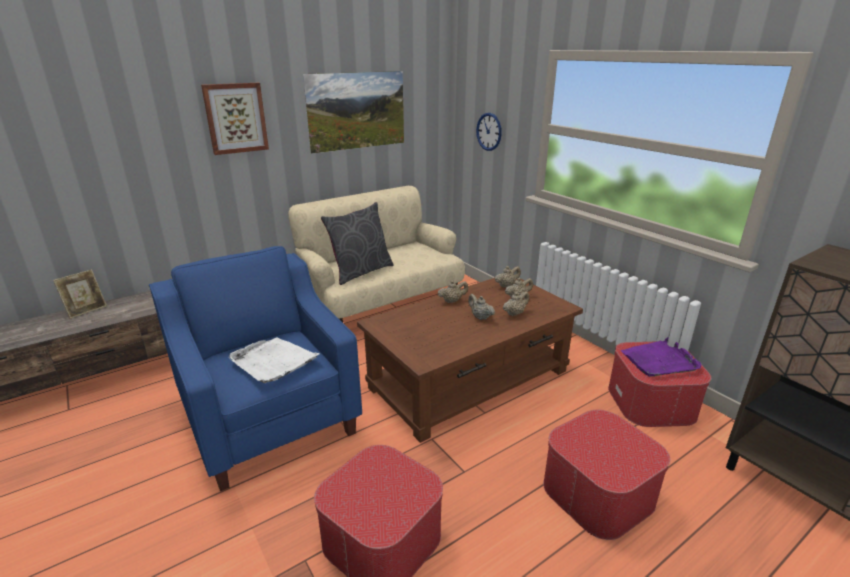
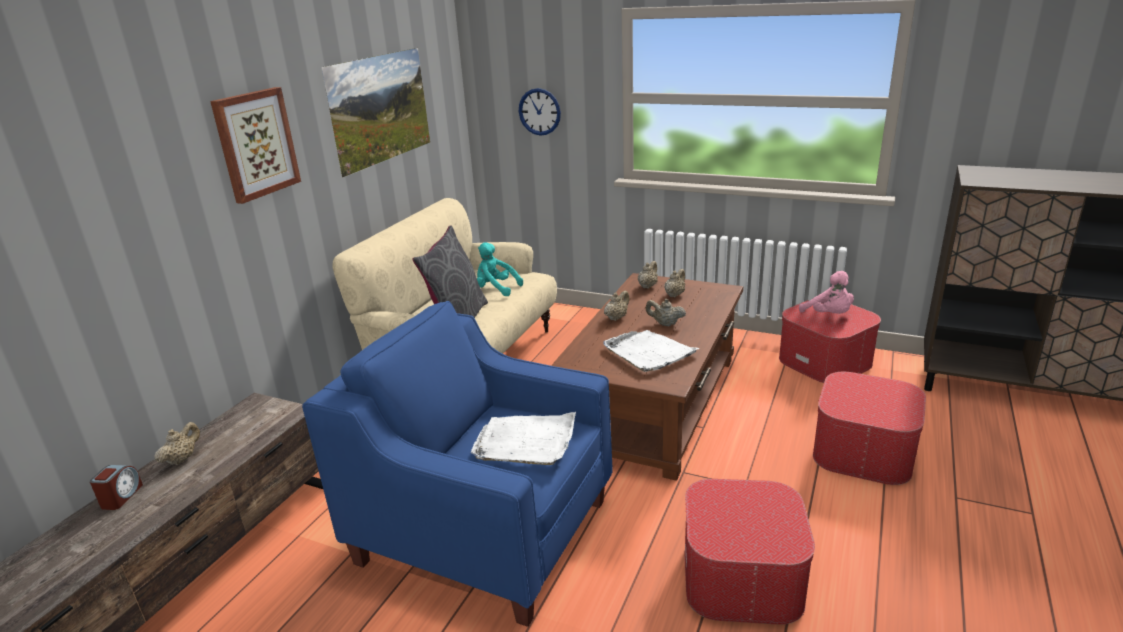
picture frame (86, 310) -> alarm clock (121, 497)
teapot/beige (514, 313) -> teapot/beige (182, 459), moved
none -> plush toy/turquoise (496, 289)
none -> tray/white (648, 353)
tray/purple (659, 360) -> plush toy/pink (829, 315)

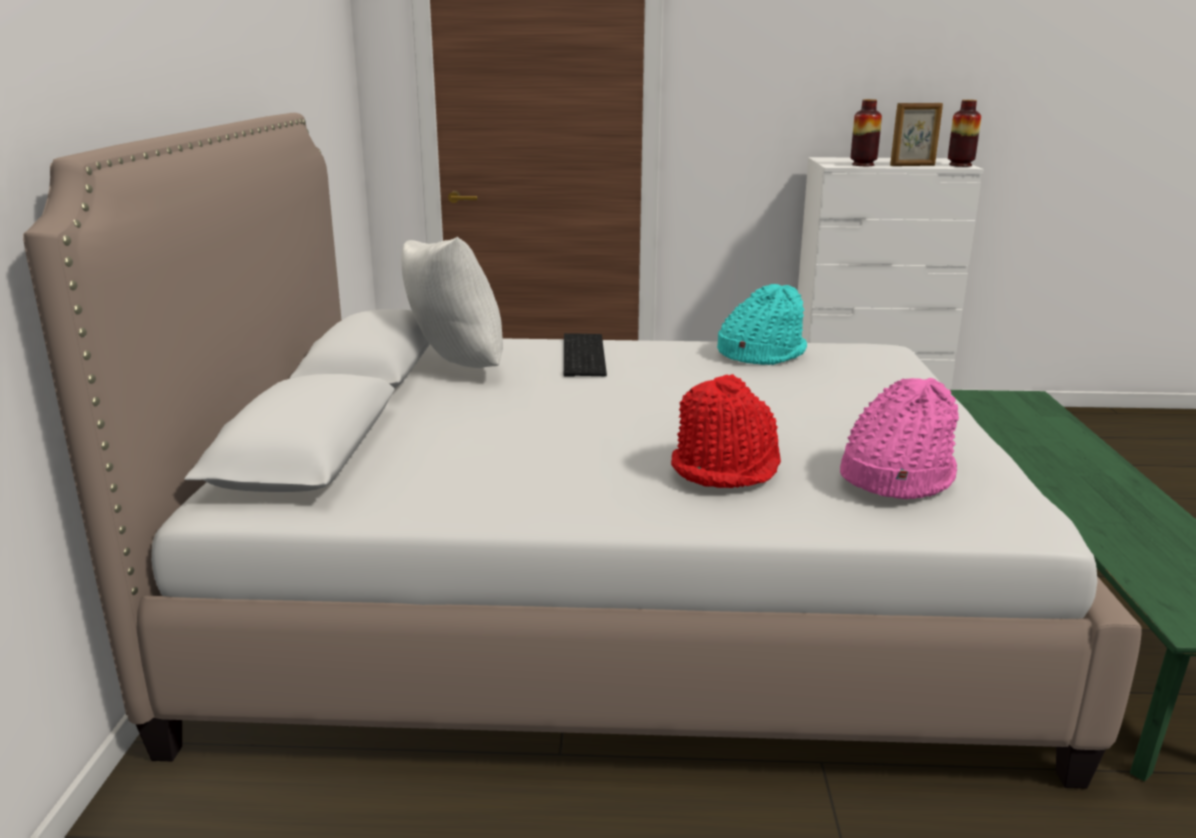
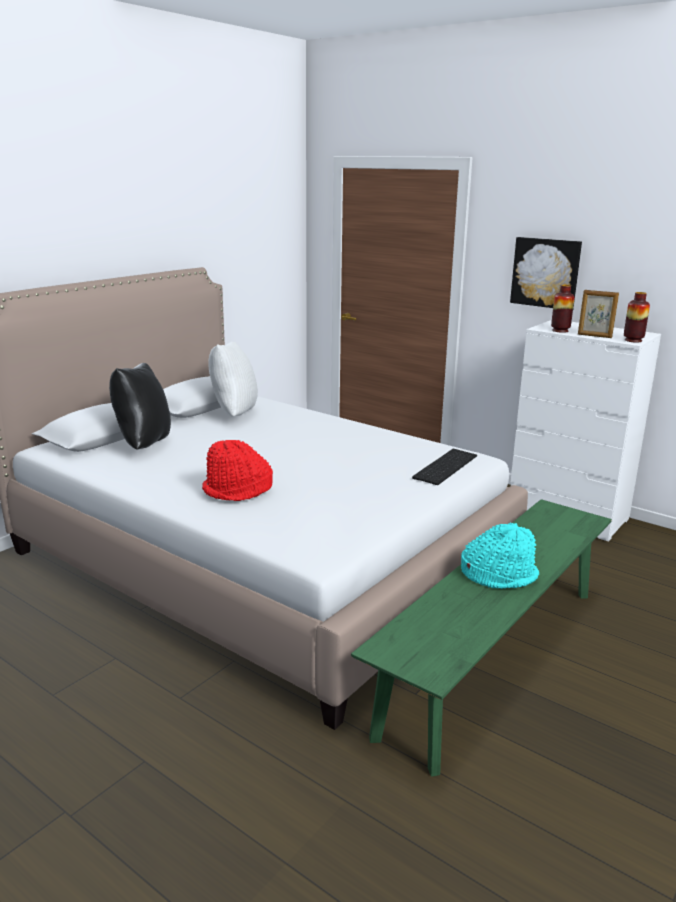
none -> pillow/black (142, 445)
keyboard (581, 354) -> keyboard (444, 466), moved
hat/turquoise (761, 354) -> hat/turquoise (499, 574), moved
none -> picture (546, 272)
hat/pink (895, 476) -> none

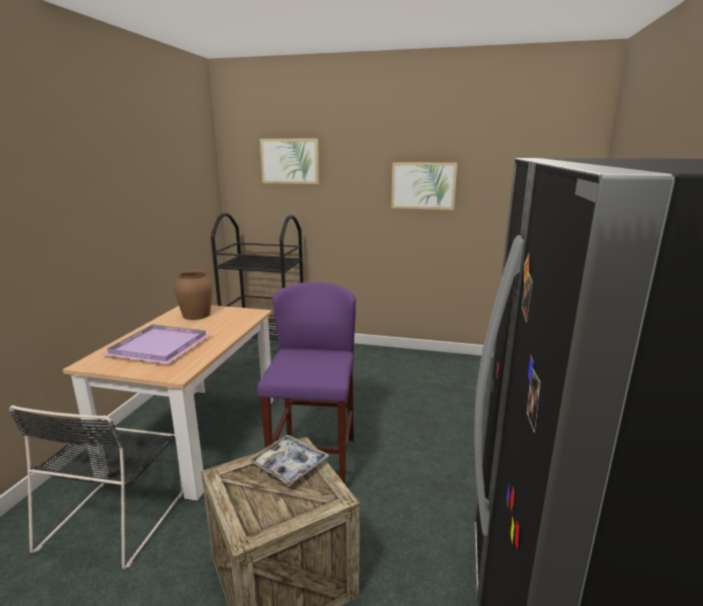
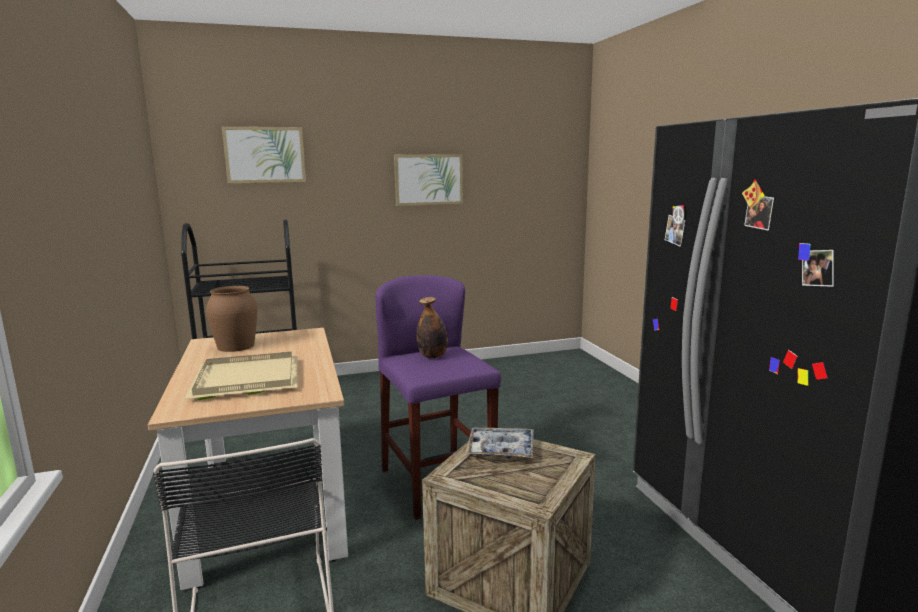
tray/purple (157, 347) -> tray/beige (244, 380)
none -> bottle (432, 356)

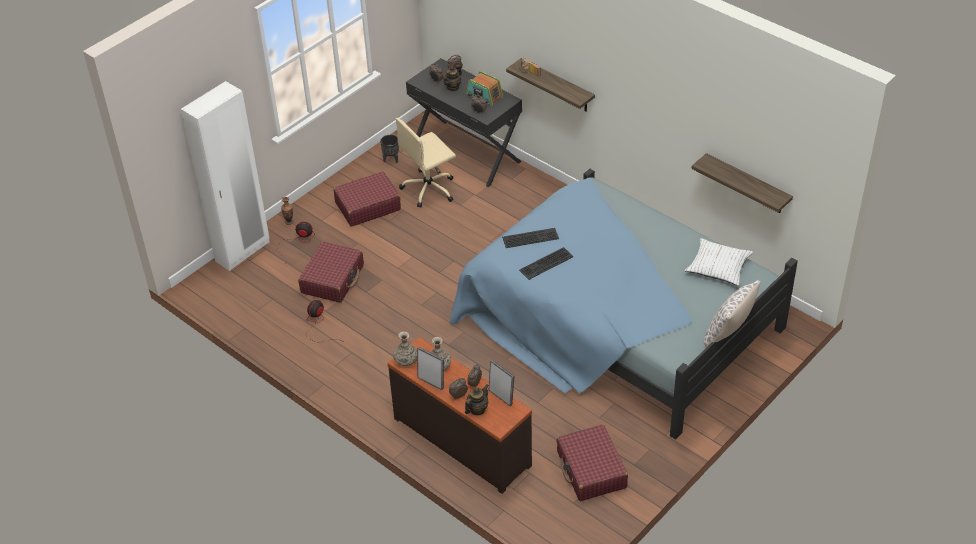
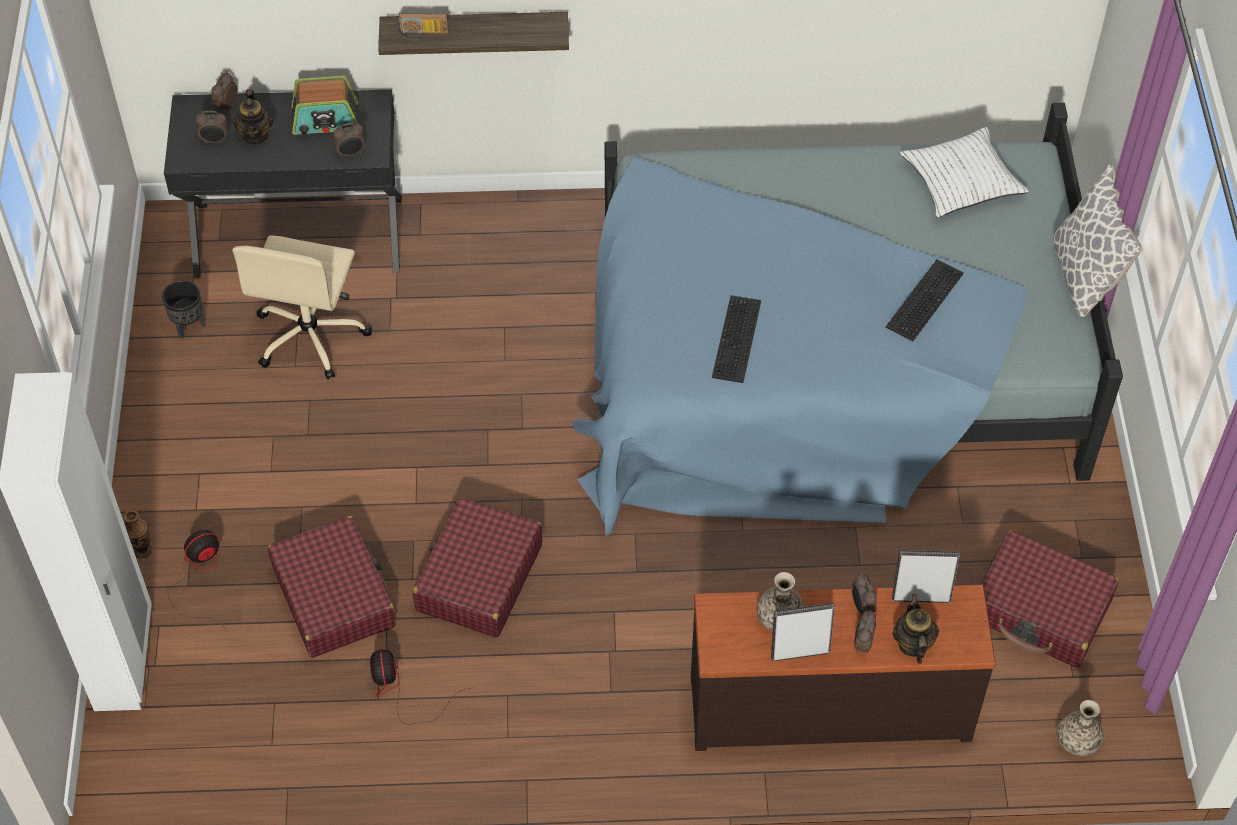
suitcase/red (367, 206) -> suitcase/red (478, 578), moved
keyboard (530, 237) -> keyboard (923, 298), moved
vase (406, 360) -> vase (1077, 740), moved
shelf (747, 184) -> none

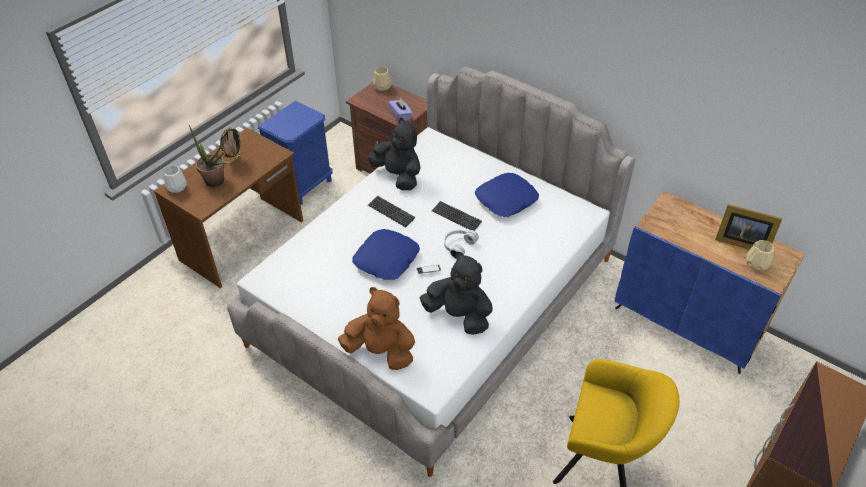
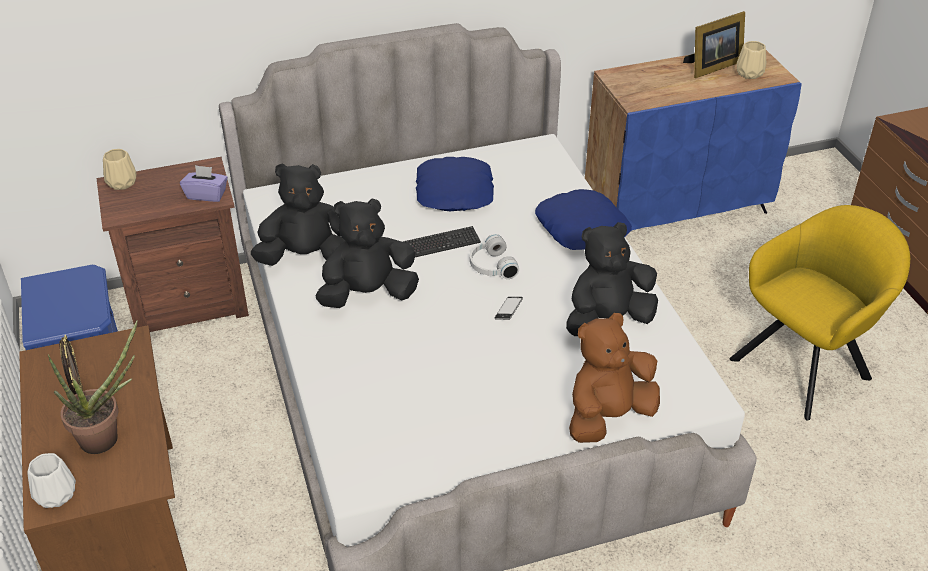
keyboard (391, 212) -> plush toy/black (368, 294)
pillow/blue (387, 259) -> pillow/blue (582, 228), moved

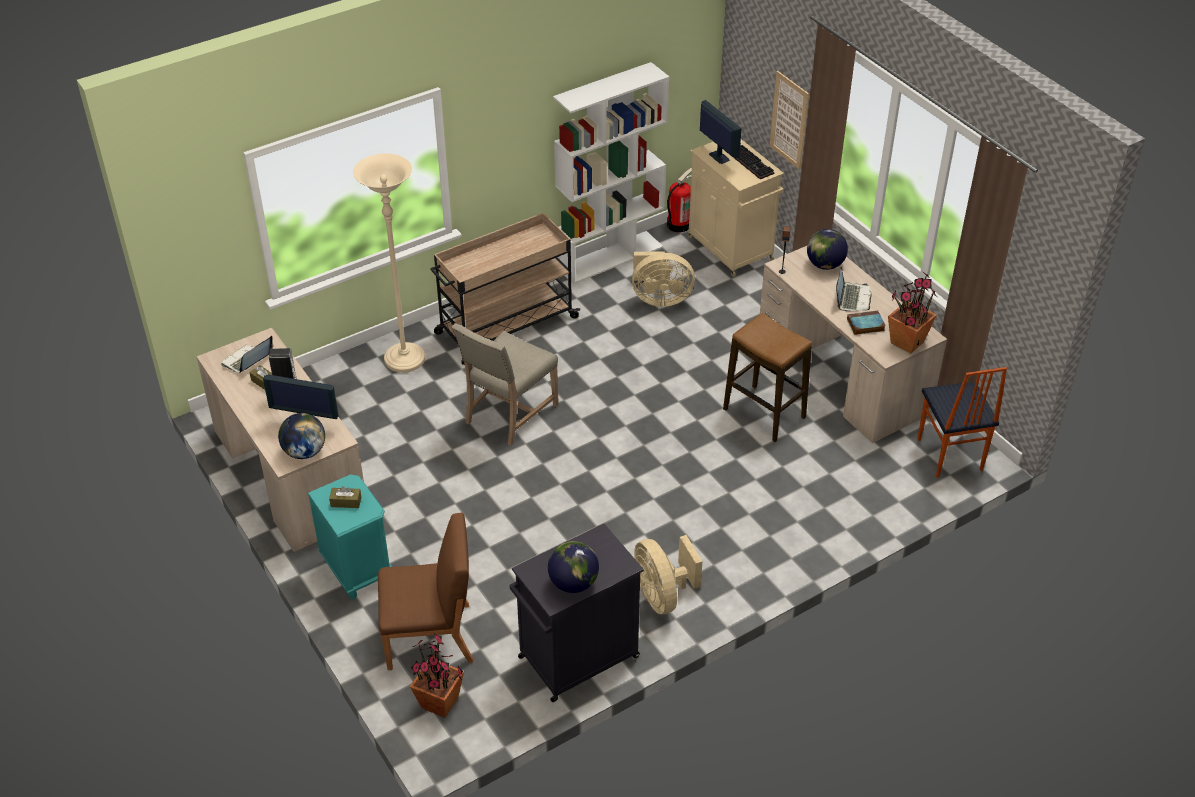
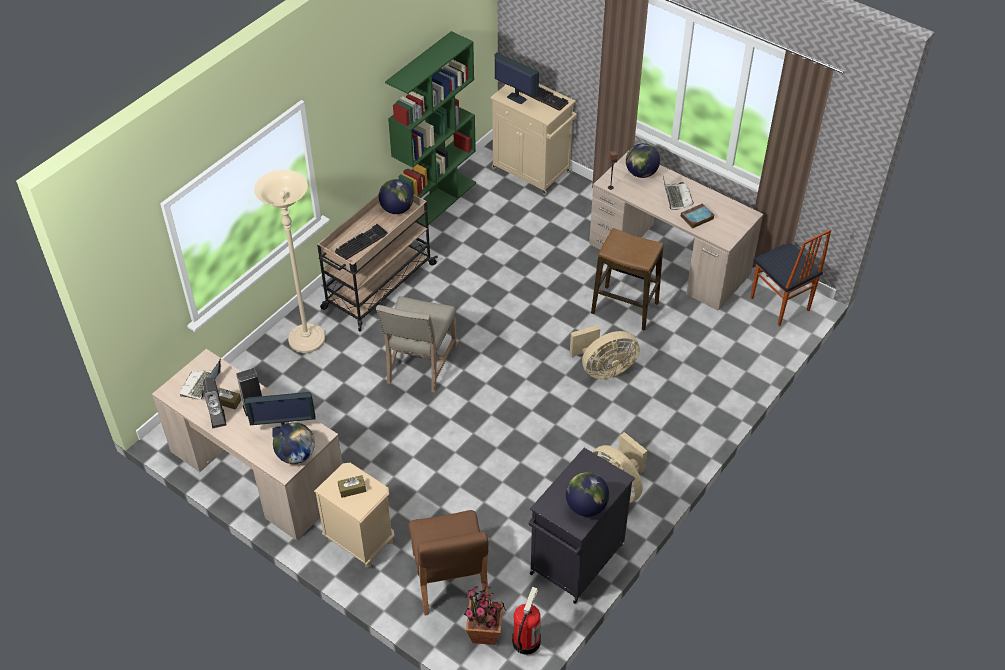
none -> speaker (218, 418)
nightstand/turquoise (357, 570) -> nightstand/beige (360, 540)
none -> keyboard (361, 242)
none -> globe (397, 209)
bookcase/white (610, 257) -> bookcase/green (437, 202)
chair/brown (430, 636) -> chair/brown (449, 579), 105 degrees clockwise
fire extinguisher (678, 224) -> fire extinguisher (526, 641), moved
fan/beige (659, 298) -> fan/beige (603, 369), moved
picture (789, 120) -> none
potted plant (906, 342) -> none

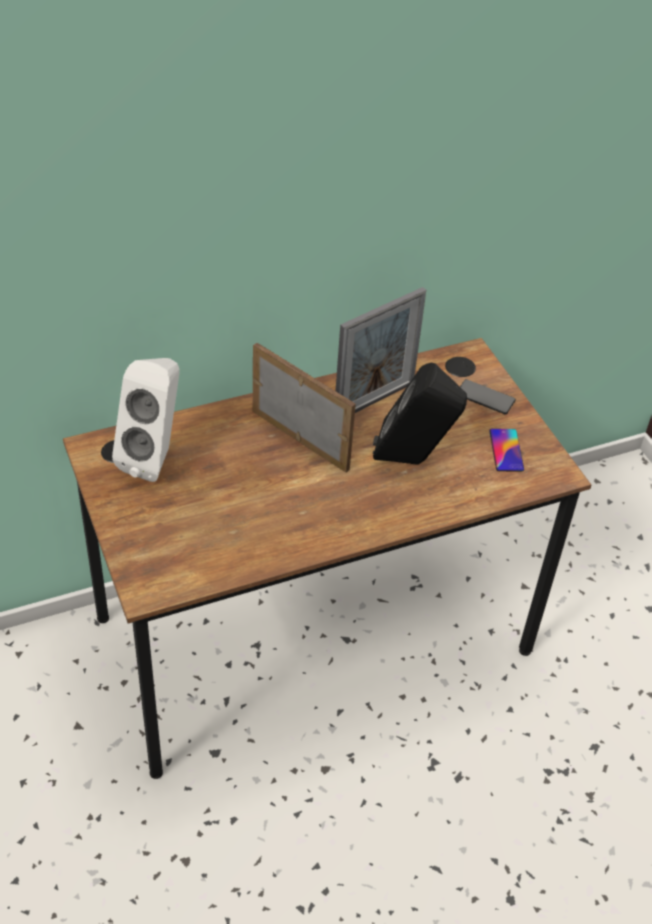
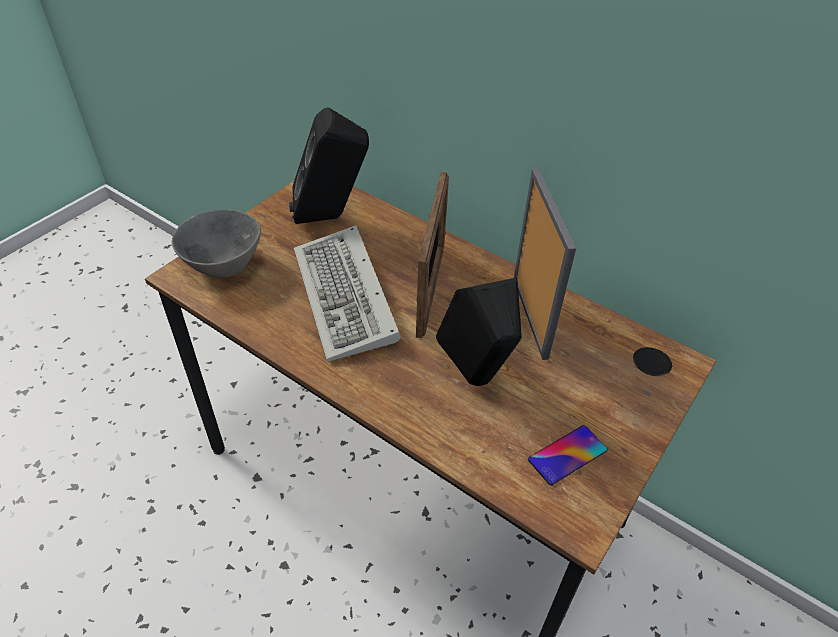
none -> bowl/grey (222, 264)
speaker/white (155, 458) -> speaker/black (331, 217)
none -> keyboard (347, 298)
picture frame (374, 401) -> picture frame (530, 316), 120 degrees counterclockwise
phone (485, 398) -> none

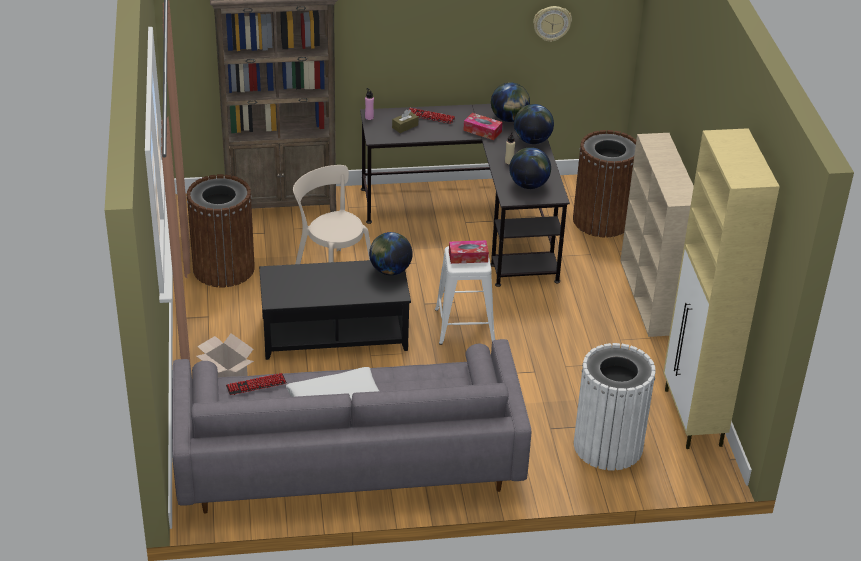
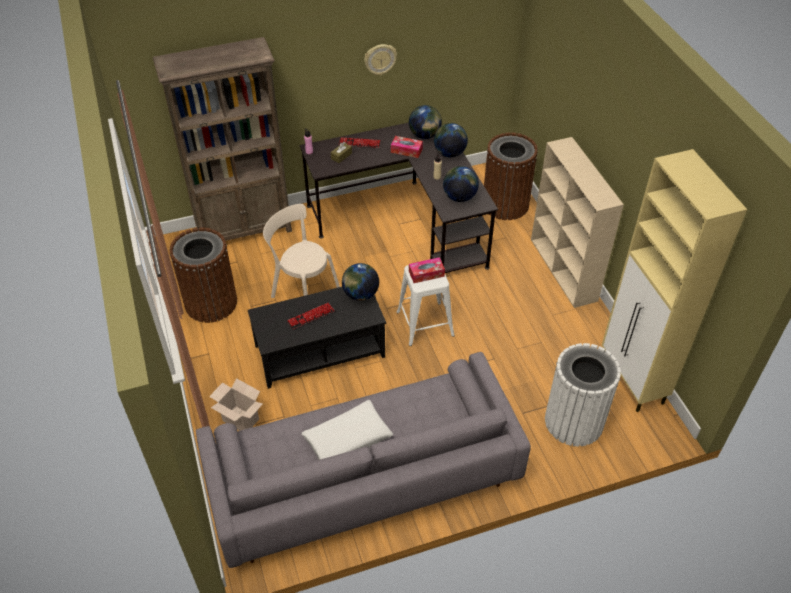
keyboard (256, 385) -> keyboard (311, 316), moved
wall clock (551, 23) -> wall clock (380, 59), moved

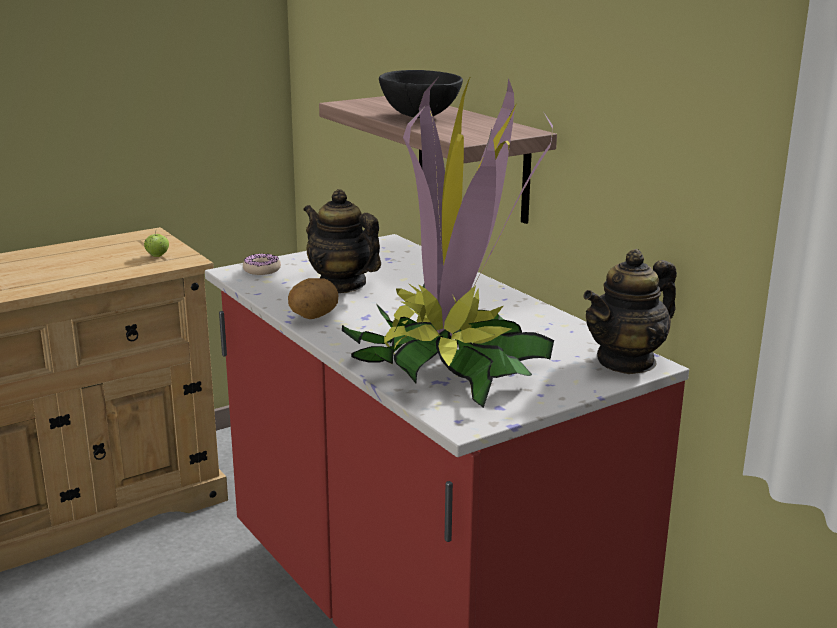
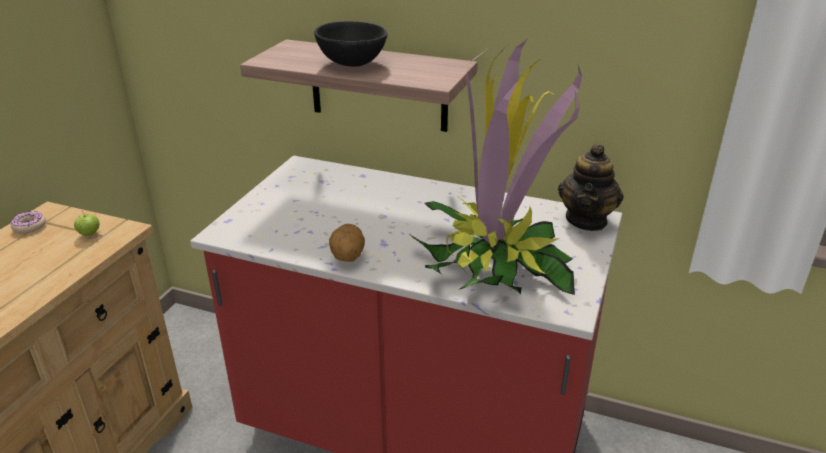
donut (262, 270) -> donut (29, 226), moved
teapot (341, 285) -> none

